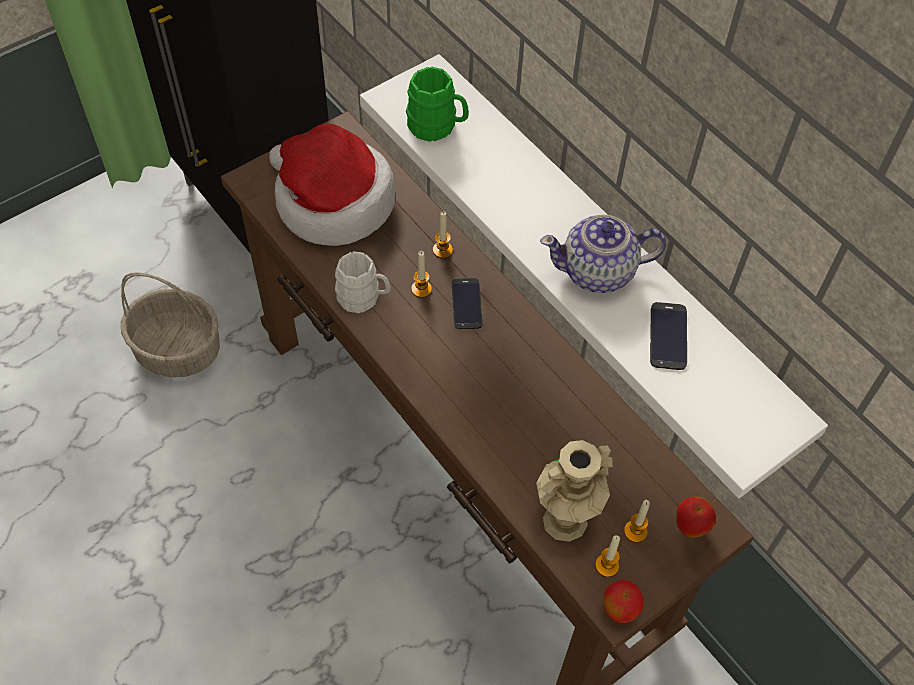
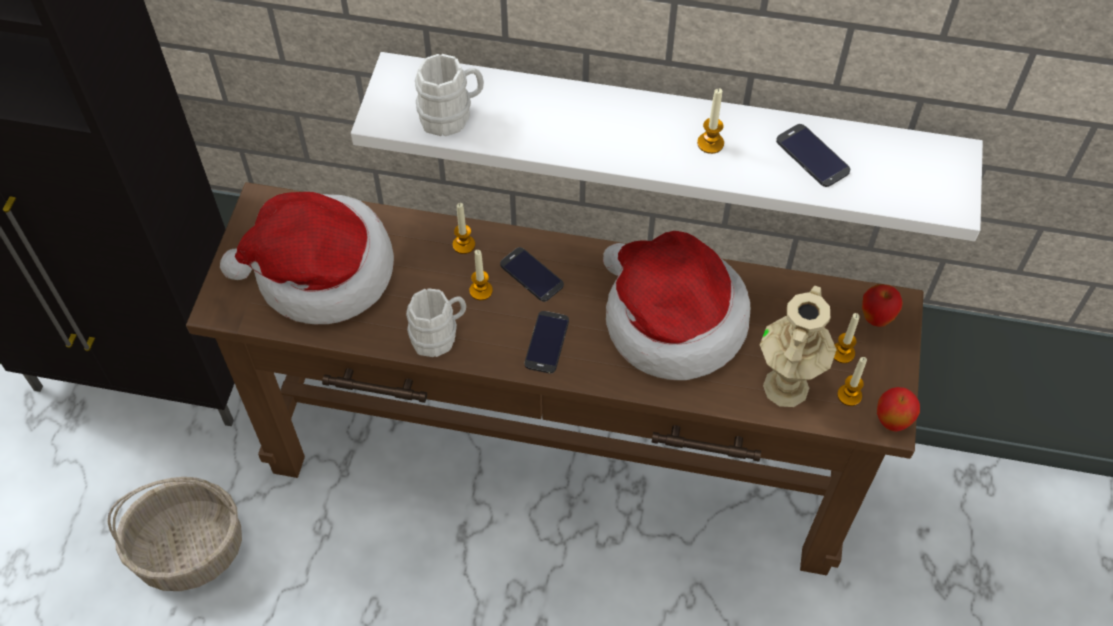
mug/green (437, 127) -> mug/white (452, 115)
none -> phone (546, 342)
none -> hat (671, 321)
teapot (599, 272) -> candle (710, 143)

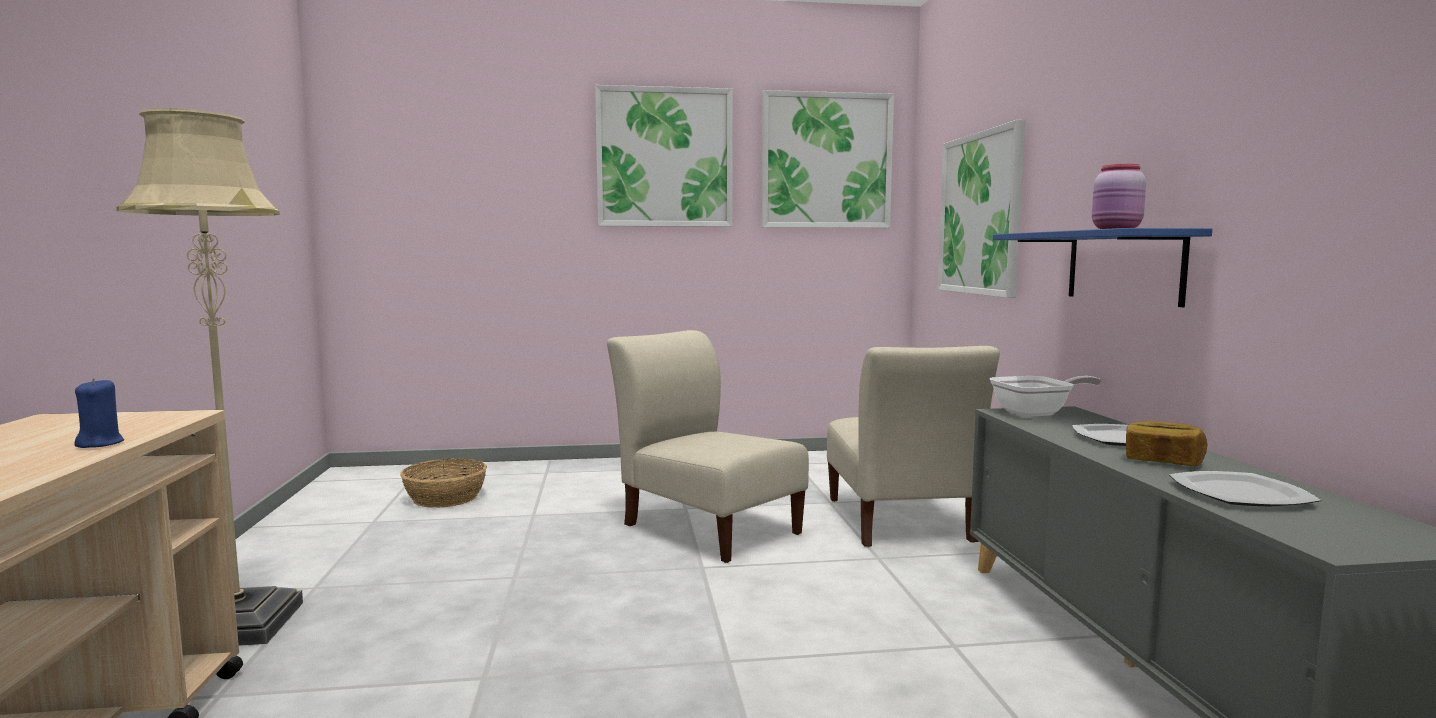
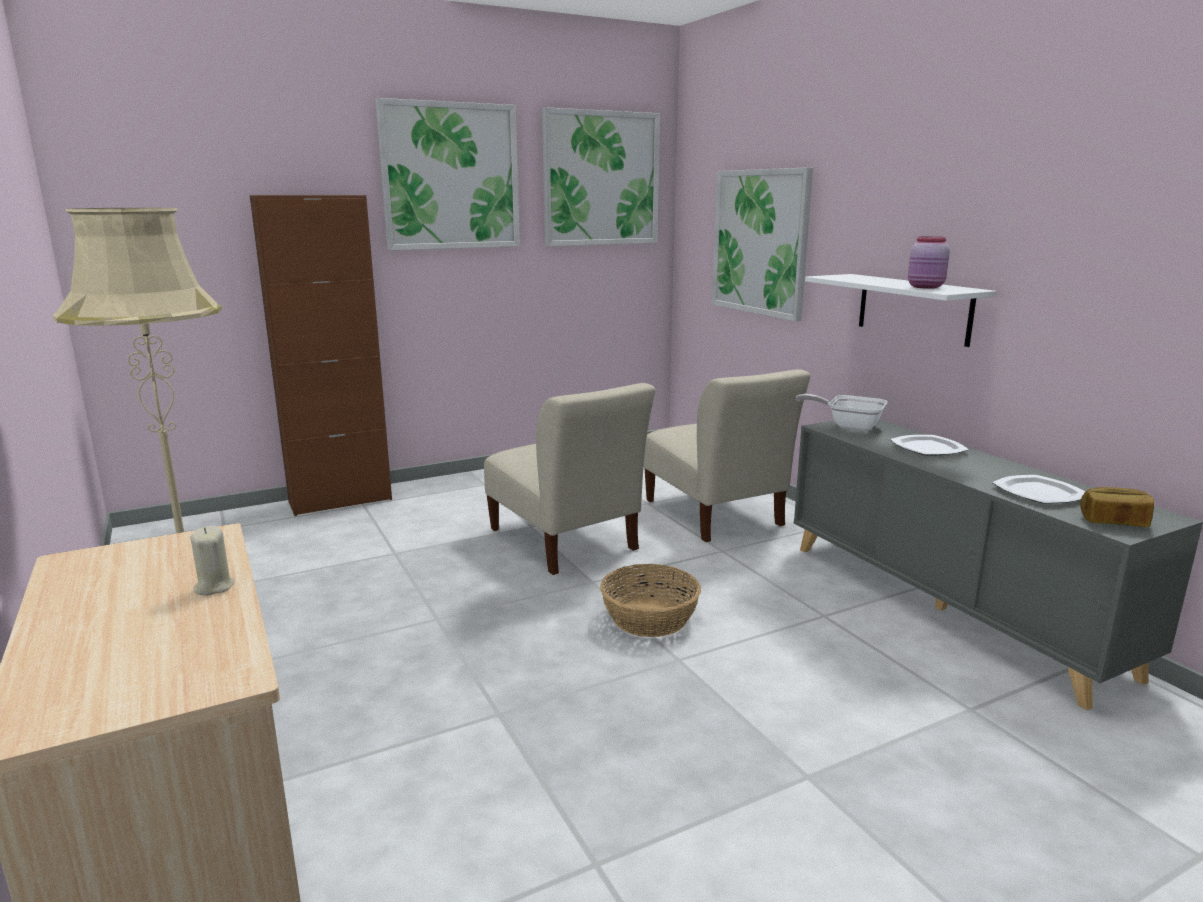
candle/blue (100, 444) -> candle/beige (214, 587)
none -> cabinet/brown (340, 501)
chair/beige (707, 527) -> chair/beige (565, 542), 150 degrees counterclockwise
basket (445, 497) -> basket (649, 617), moved
frying pan (1037, 413) -> frying pan (849, 426), 120 degrees counterclockwise
shelf/blue (1123, 266) -> shelf/white (913, 308)
bread (1162, 462) -> bread (1113, 521), moved

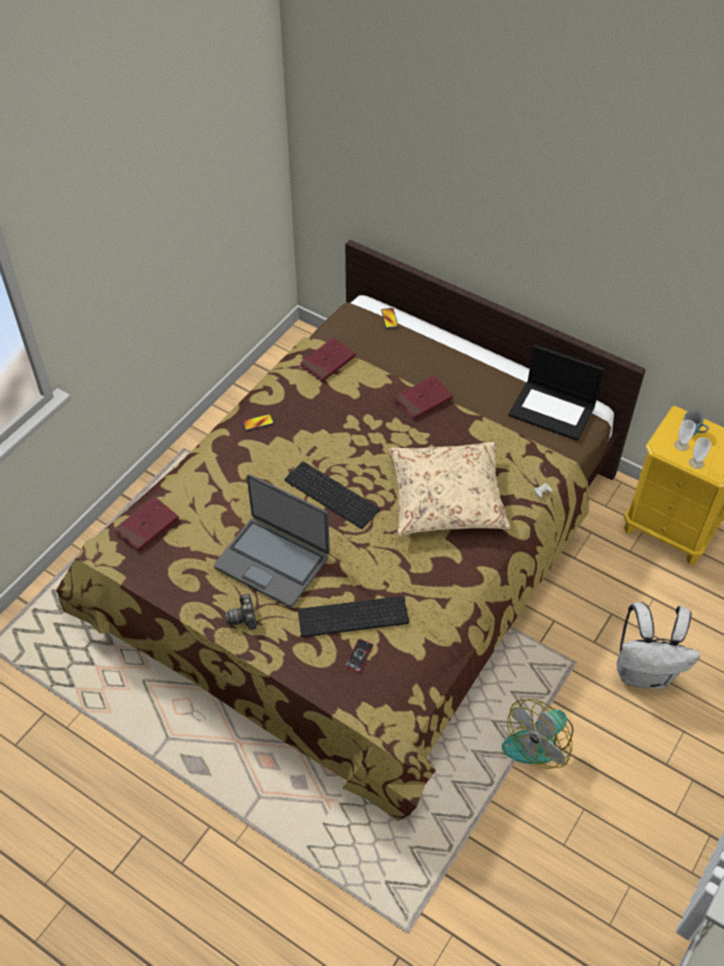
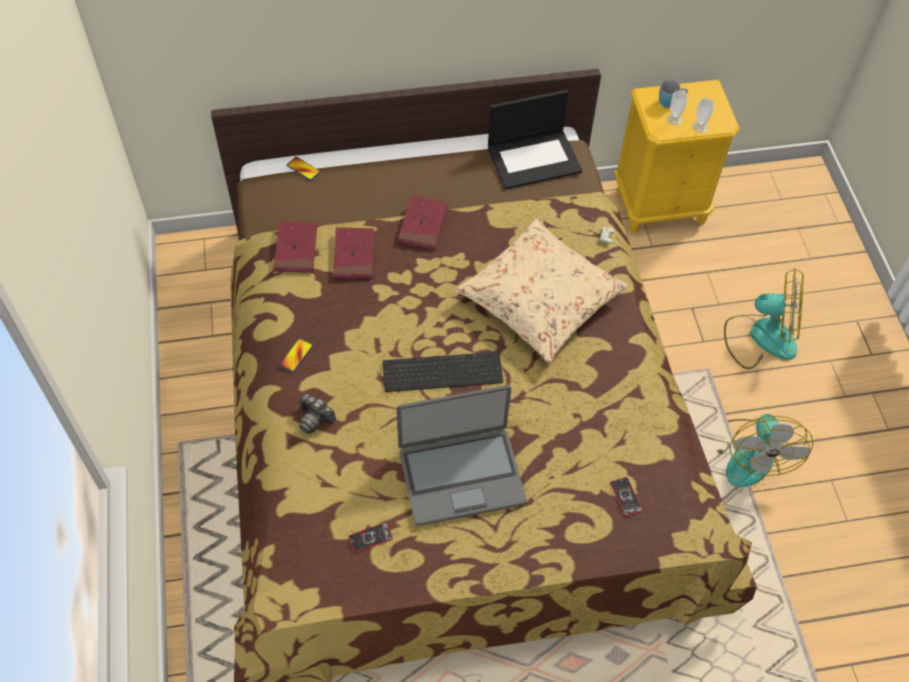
photo camera (243, 617) -> photo camera (315, 418), moved
book/red (147, 526) -> book/red (354, 255), moved
none -> phone (370, 537)
backpack/white (644, 672) -> fan (761, 337)
keyboard (352, 618) -> none

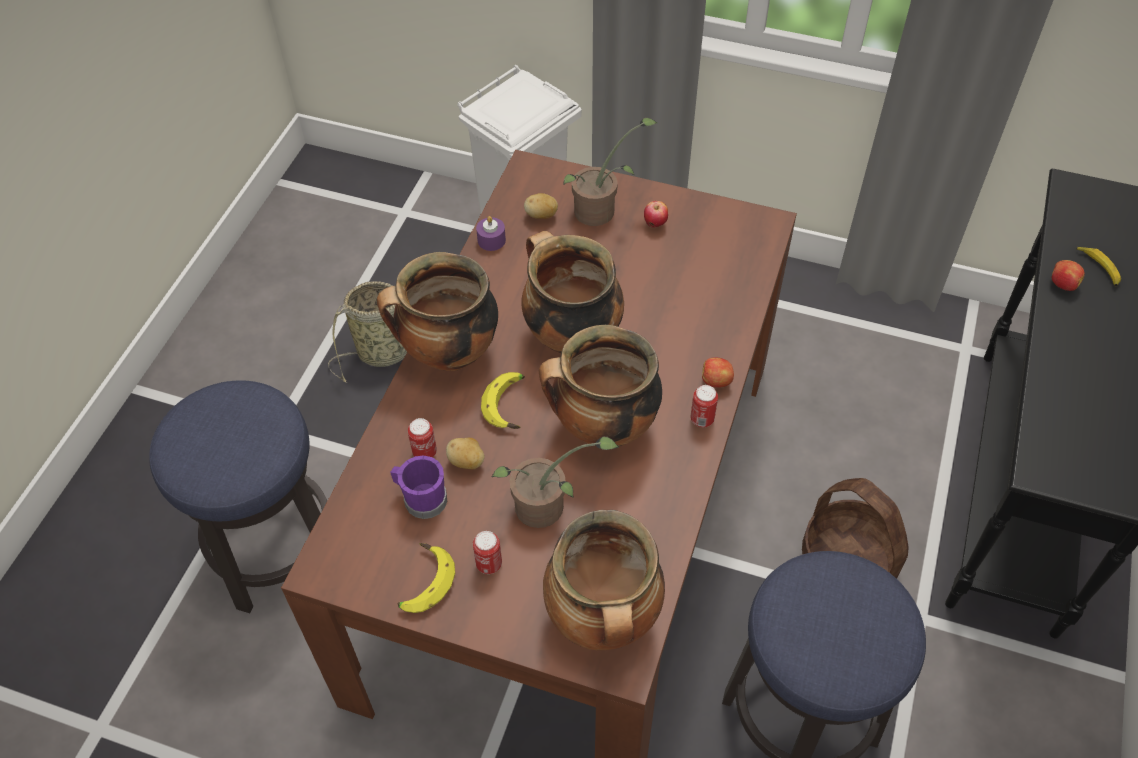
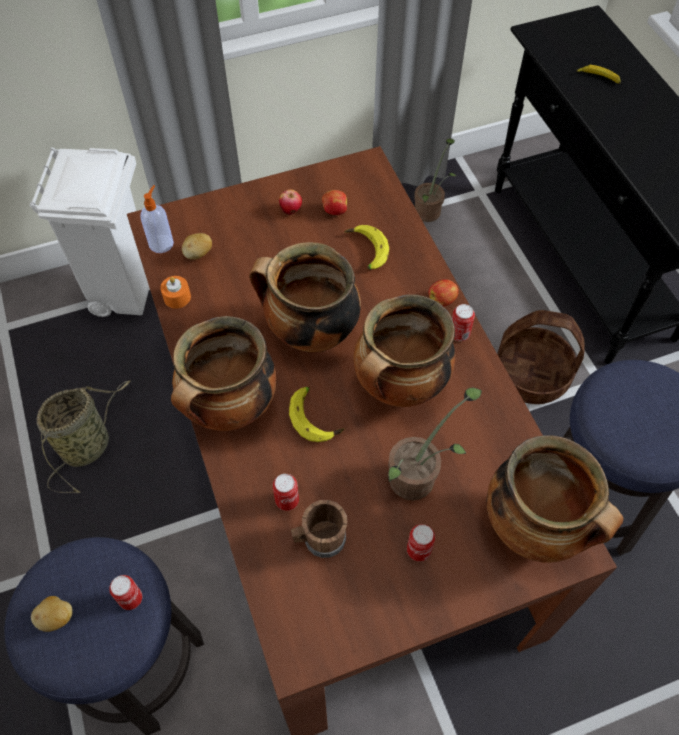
potato (467, 462) -> potato (57, 617), moved
none -> can (131, 599)
none -> soap dispenser (161, 243)
candle/purple (491, 240) -> candle/orange (177, 297)
mug/purple (421, 498) -> mug/brown (320, 539)
apple (1062, 284) -> apple (334, 211), moved
banana (422, 582) -> banana (365, 251), moved
potted plant (601, 210) -> potted plant (430, 209), moved

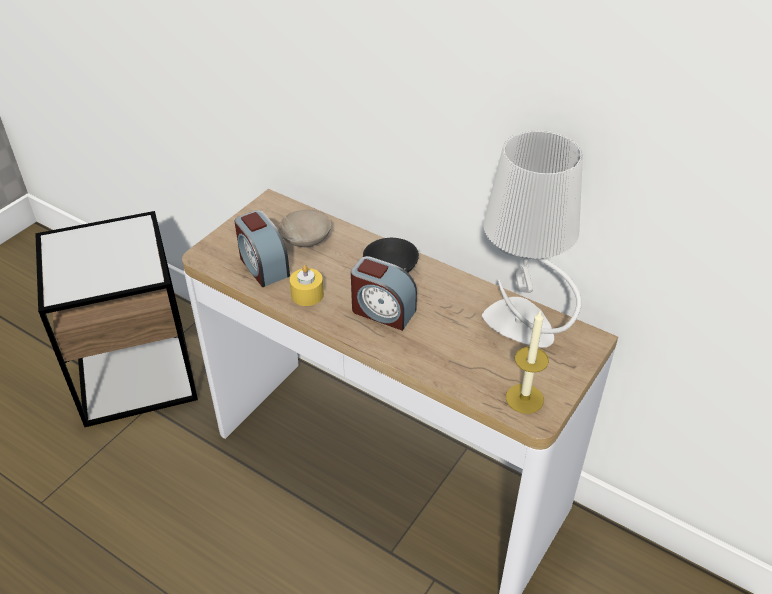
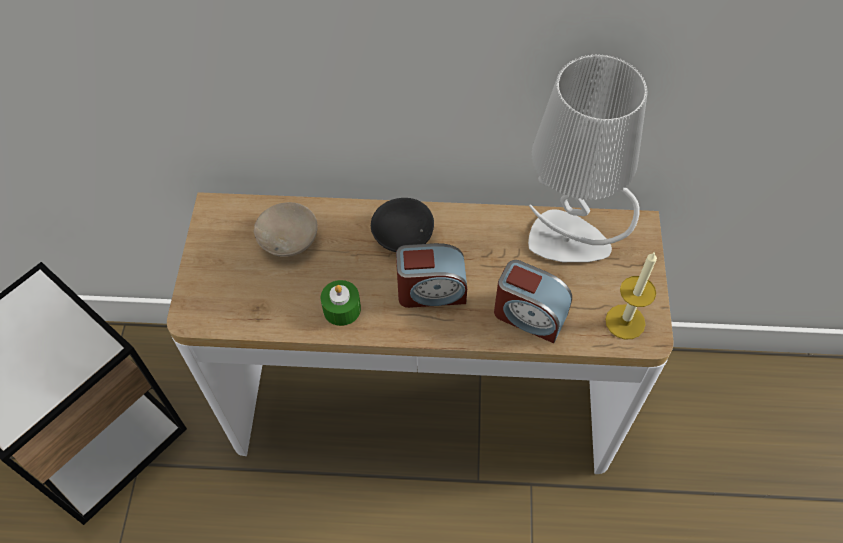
candle/yellow (307, 294) -> candle/green (342, 309)
alarm clock (263, 266) -> alarm clock (529, 315), moved

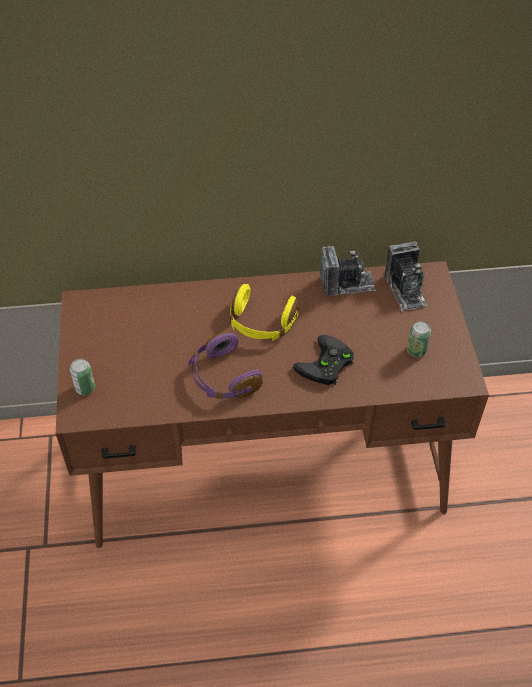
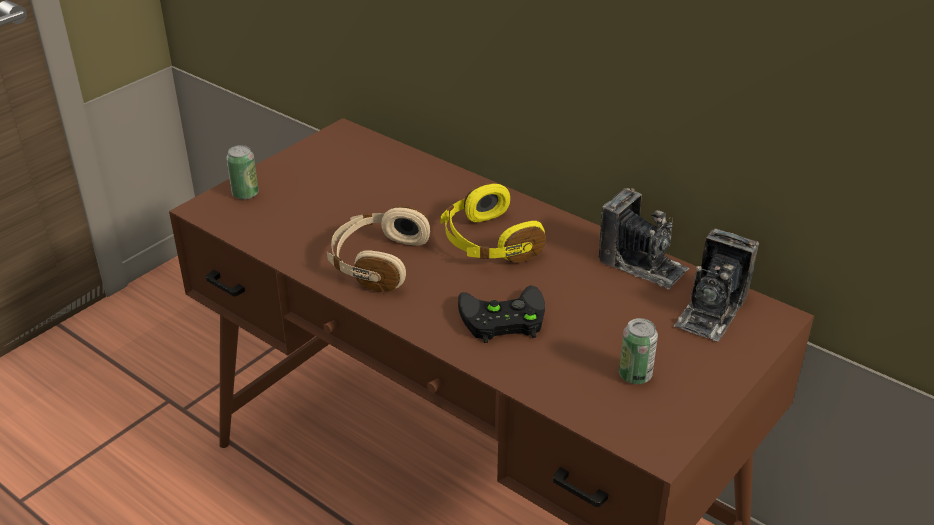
headphones/purple (223, 377) -> headphones/beige (377, 262)

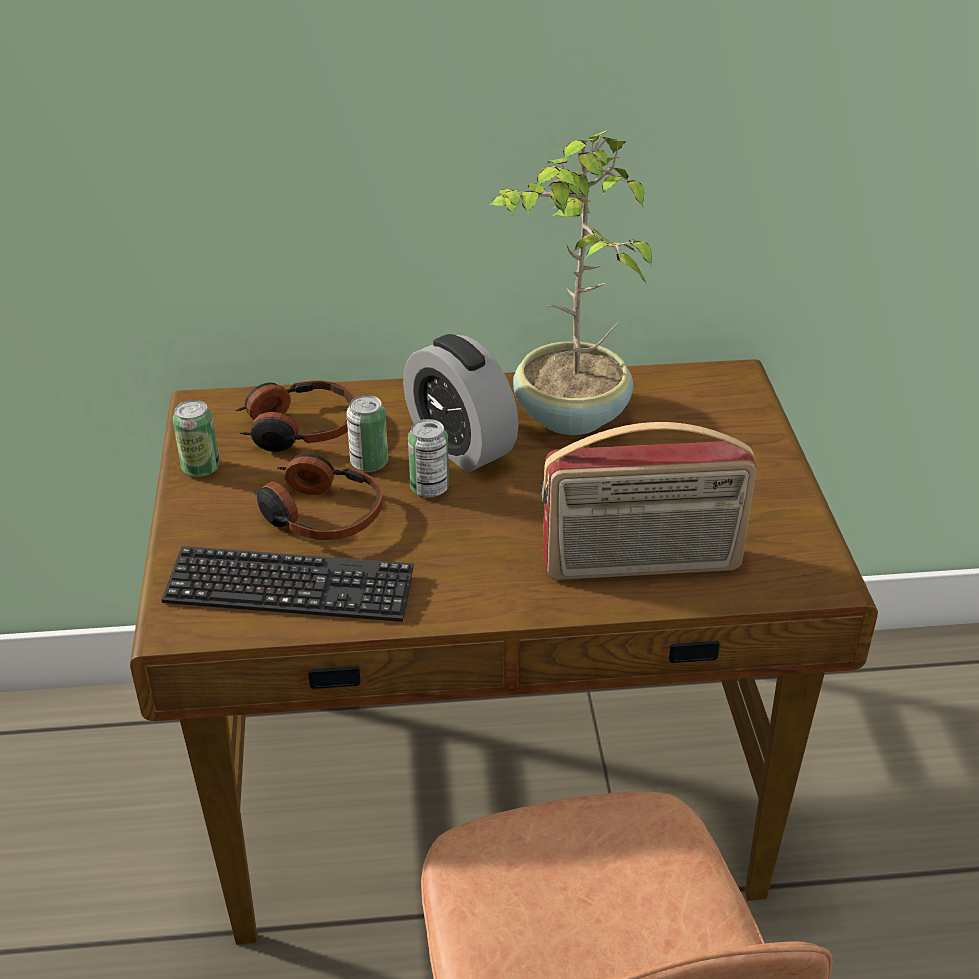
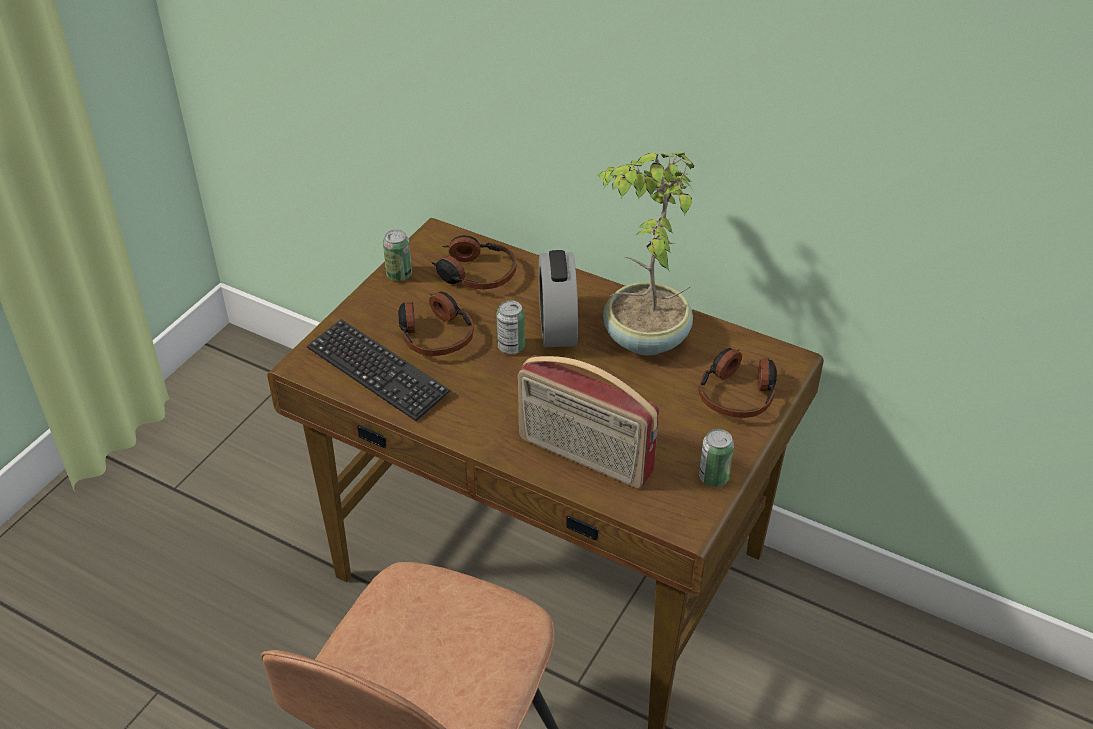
none -> headphones (738, 393)
can (369, 463) -> can (713, 477), moved

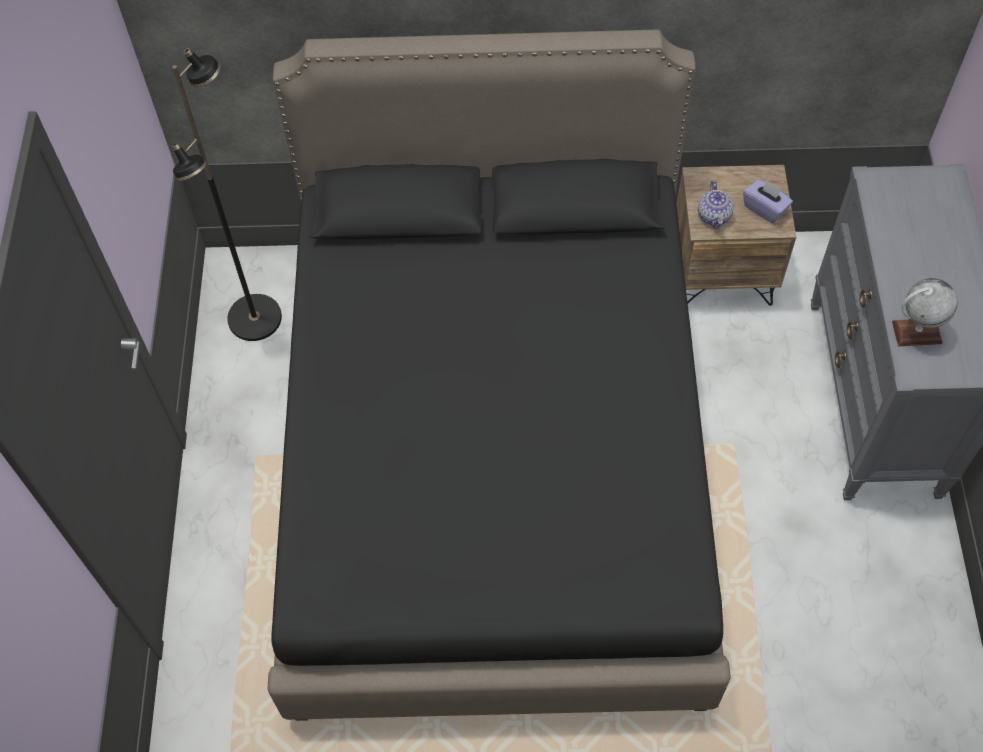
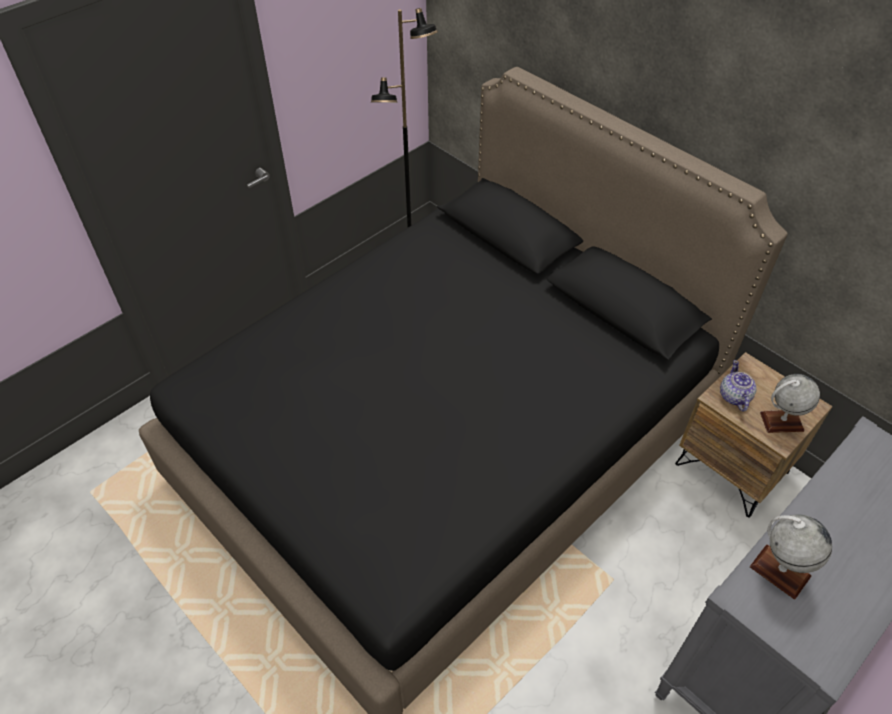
teapot (714, 215) -> teapot (734, 396), 135 degrees clockwise
tissue box/purple (765, 208) -> globe (781, 421)

